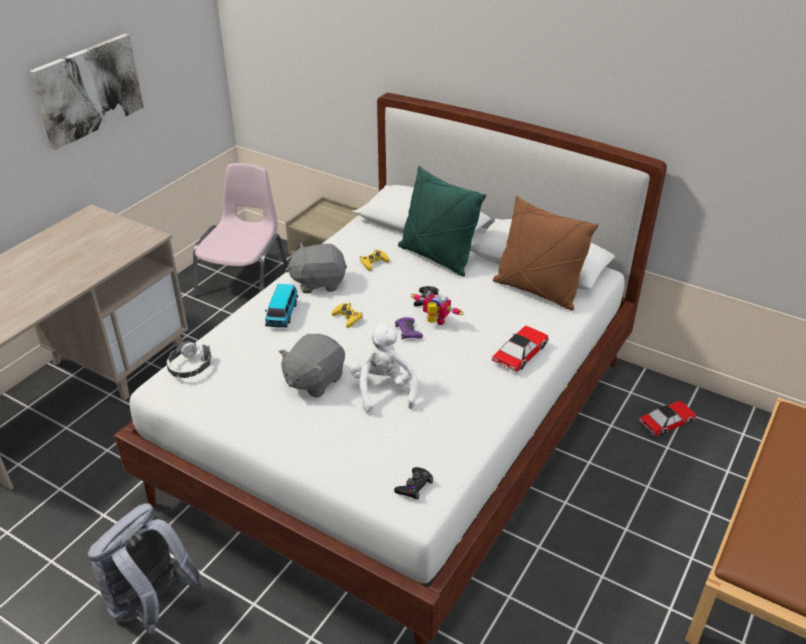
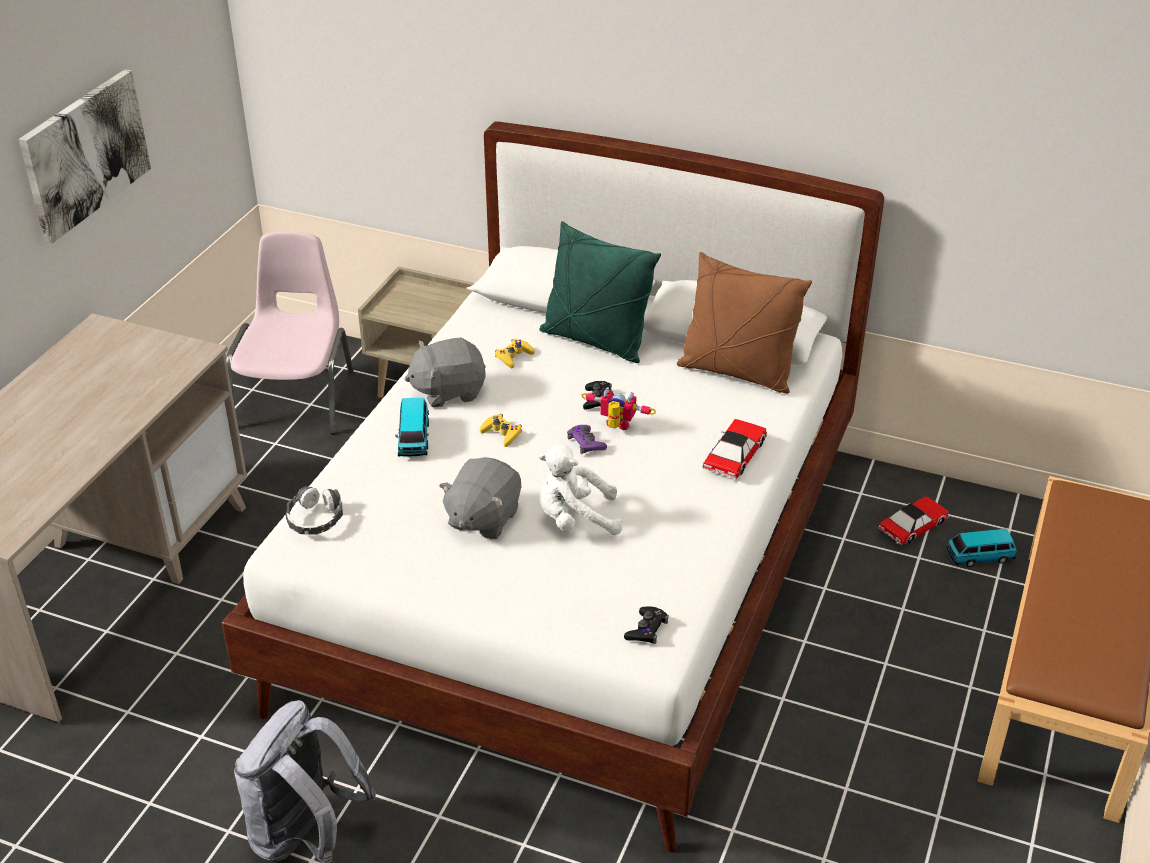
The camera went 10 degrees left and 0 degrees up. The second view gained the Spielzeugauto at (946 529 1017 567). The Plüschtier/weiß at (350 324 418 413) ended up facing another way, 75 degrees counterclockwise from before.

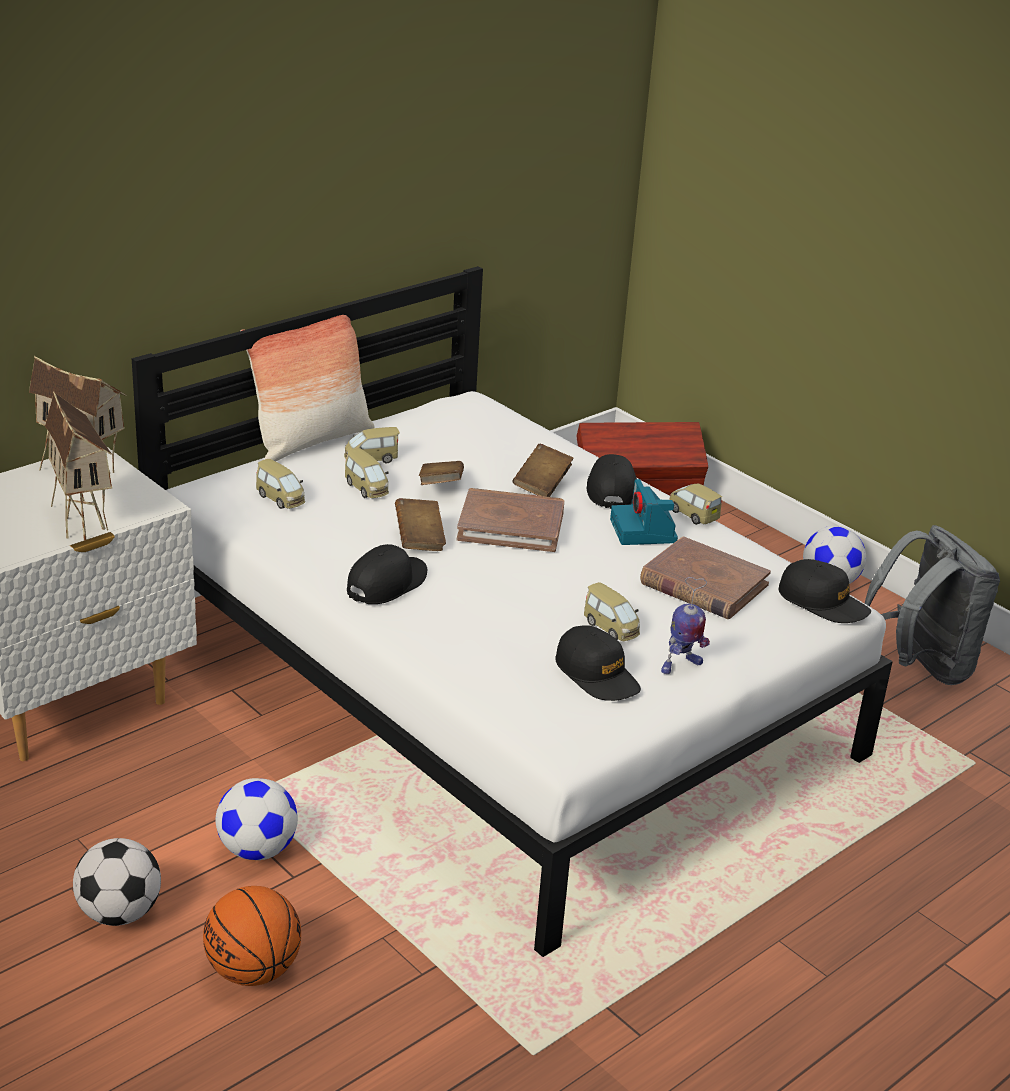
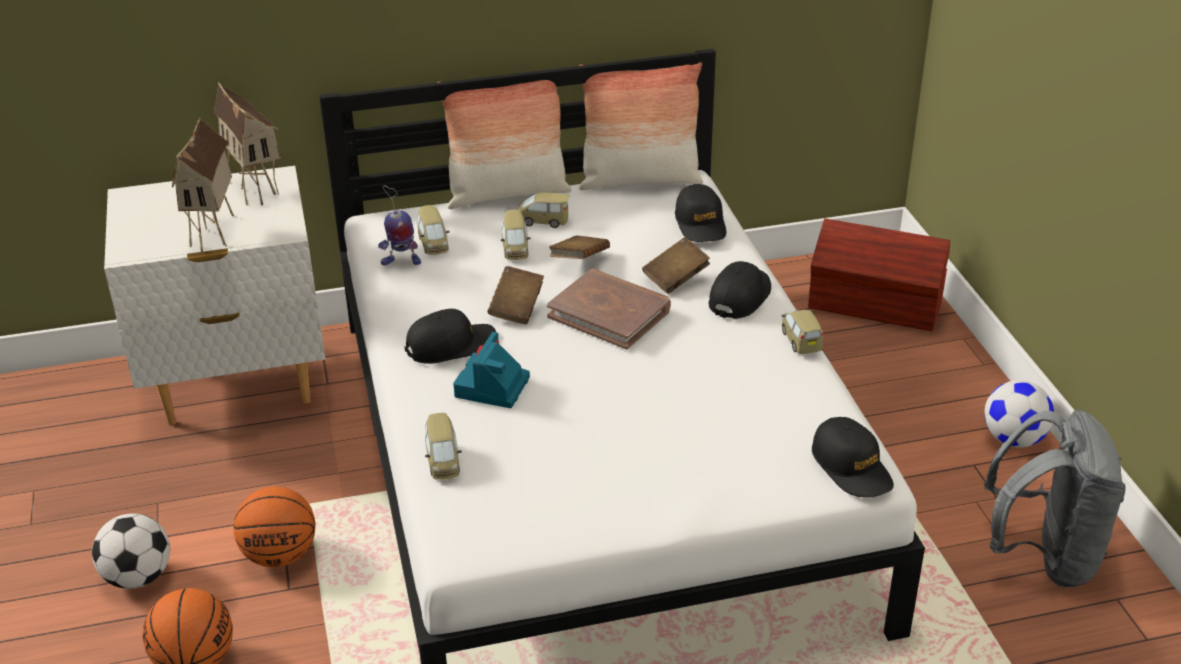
The camera went 30 degrees right and 5 degrees up. The second view lost the Buch/braun at (640 536 771 619). The second view gained the Kissen at (579 63 703 190). The Kappe/schwarz ended up elsewhere, having gone from (556 625 641 701) to (675 184 726 242). The Spielzeugauto ended up elsewhere, having gone from (584 582 640 641) to (425 413 462 480). The Kamera ended up elsewhere, having gone from (610 479 678 545) to (453 332 530 408). The Spielzeugroboter ended up elsewhere, having gone from (661 577 710 674) to (378 186 421 266). Where the Fußball stood at (216 778 298 860), the Basketball came to stand at (233 486 316 567).

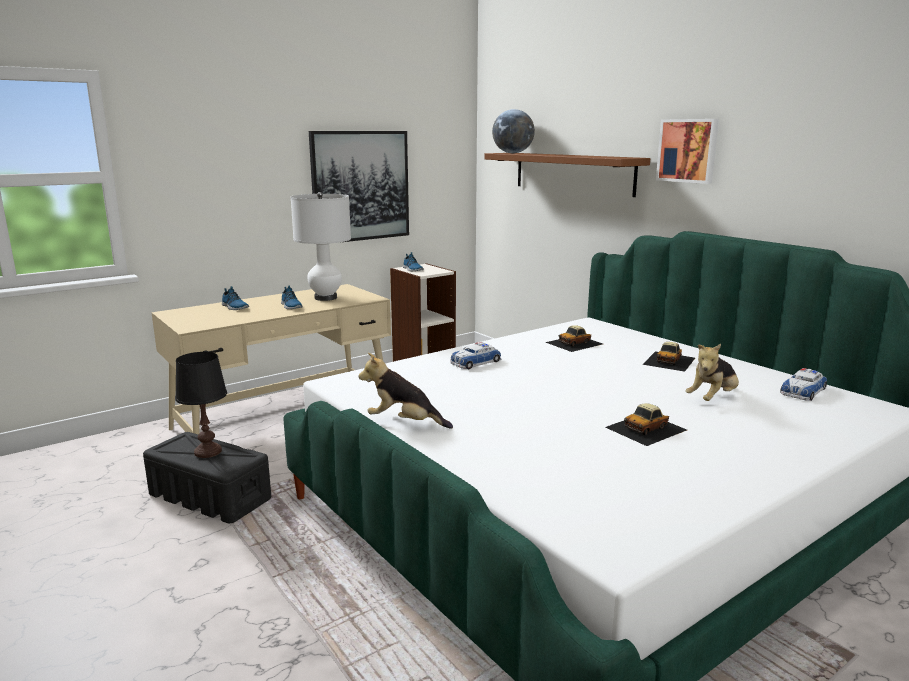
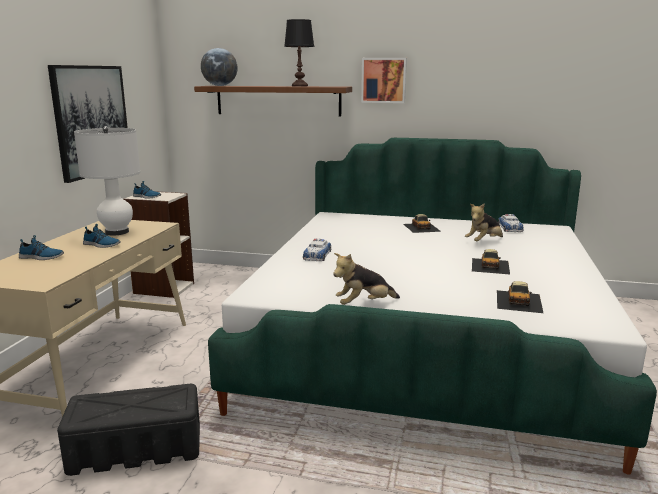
The camera went 40 degrees left and 0 degrees up. The Tischlampe/schwarz ended up elsewhere, having gone from (175 352 227 458) to (284 19 314 87). The Spielzeugauto ended up elsewhere, having gone from (546 325 603 352) to (497 281 543 313). The Plüschtier at (685 344 739 401) ended up facing another way, 45 degrees clockwise from before.

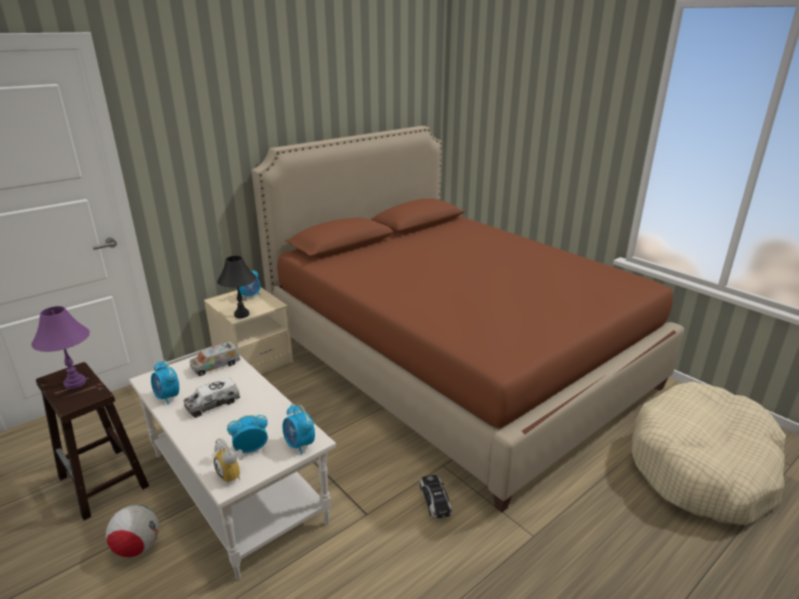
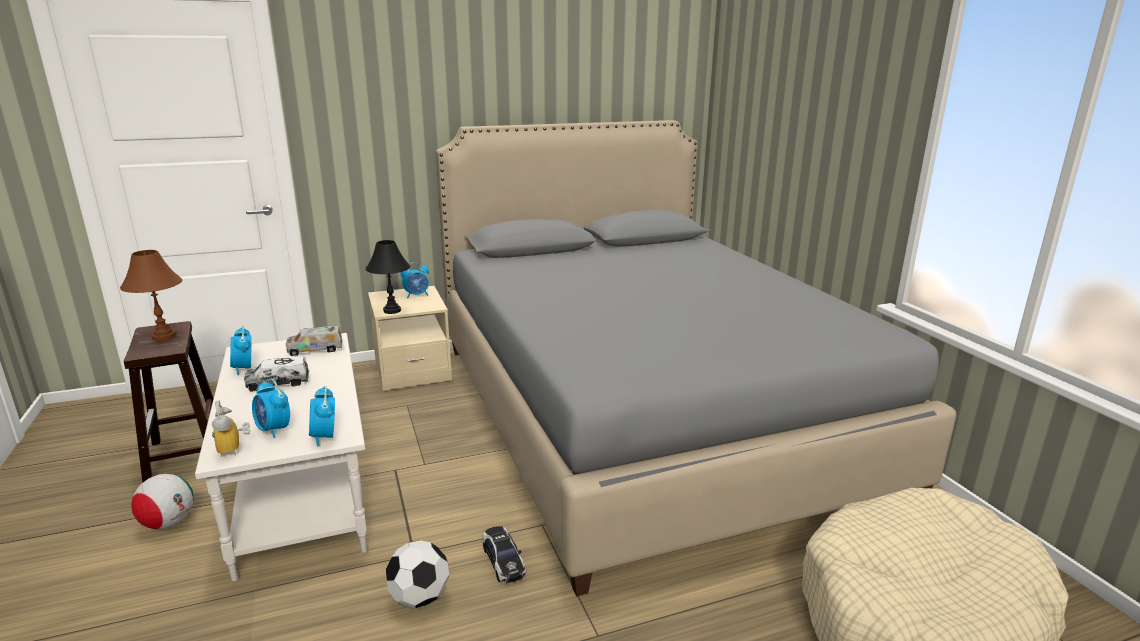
The camera went 20 degrees right and 5 degrees down. The second view gained the Fußball at (386 540 449 608). What was the Tischlampe/lila at (31 306 90 389) turned into the Tischlampe/braun at (120 250 182 341). What was the Bett/braun at (252 126 684 512) turned into the Bett/grau at (436 120 956 596). The Wecker at (227 415 268 453) ended up facing another way, 135 degrees counterclockwise from before. The Spielzeugauto at (420 475 452 519) ended up facing another way, 150 degrees clockwise from before.

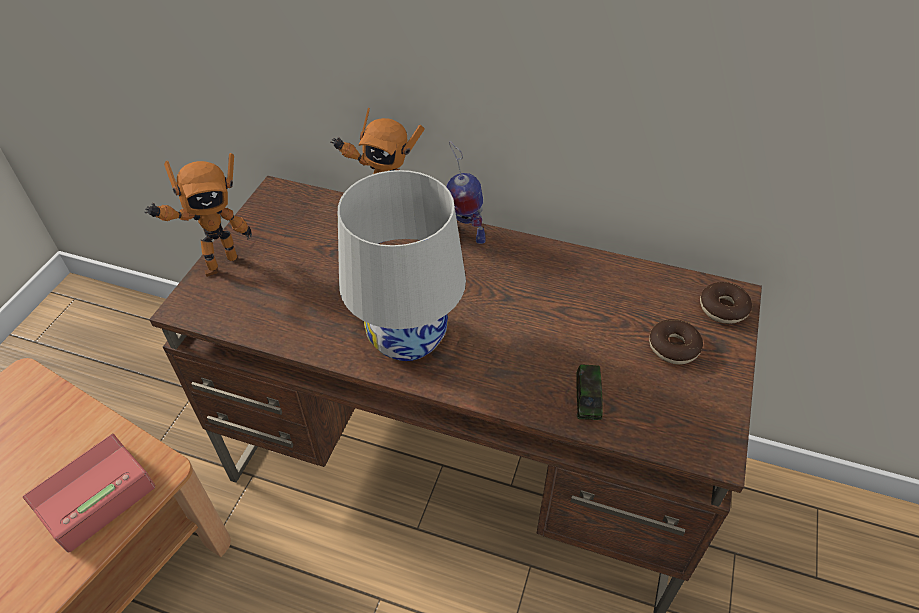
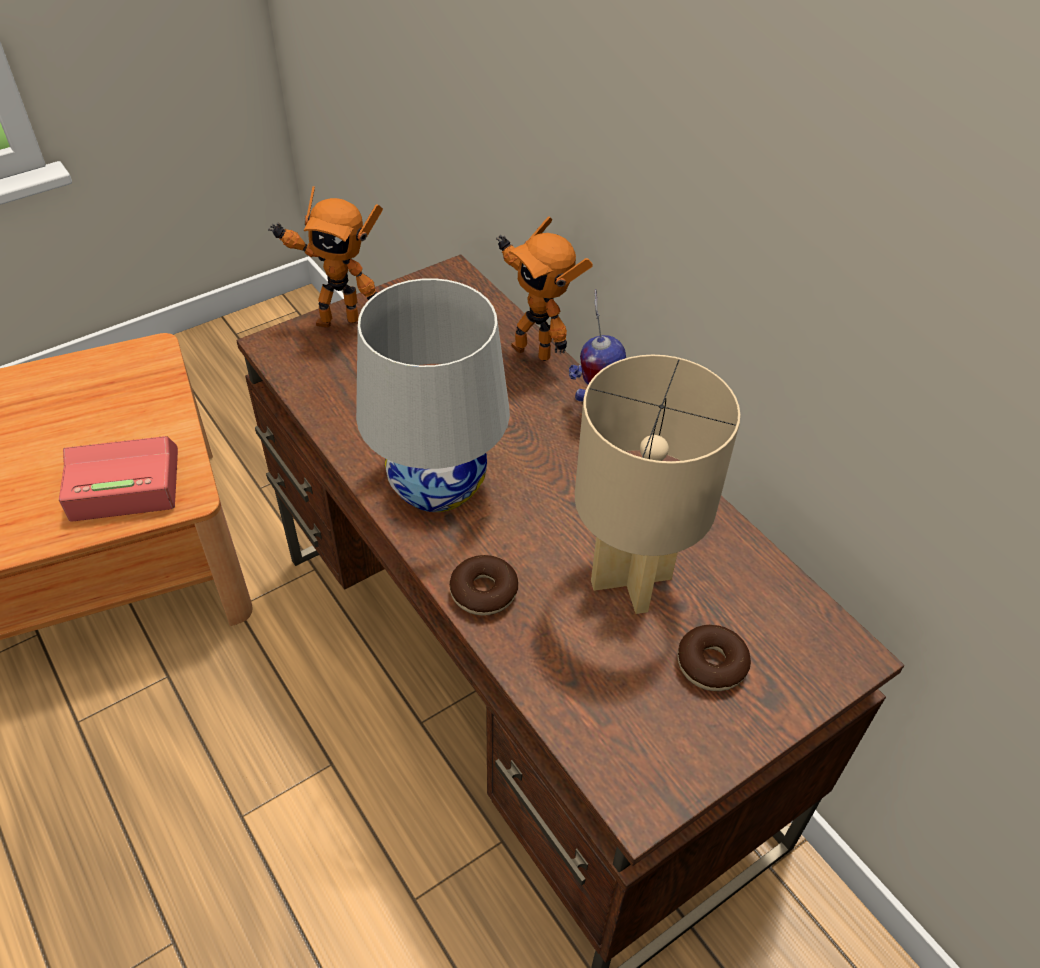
The camera went 35 degrees right and 0 degrees up. The second view lost the Spielzeugauto at (576 364 603 420). The second view gained the Tischlampe/beige at (575 355 740 614). The Donut ended up elsewhere, having gone from (700 282 752 324) to (449 555 518 615).

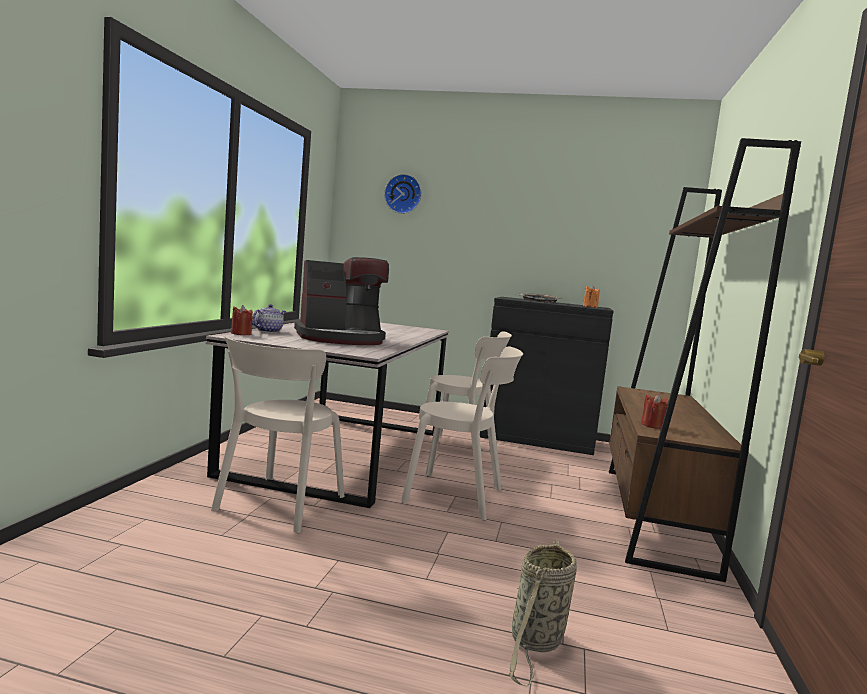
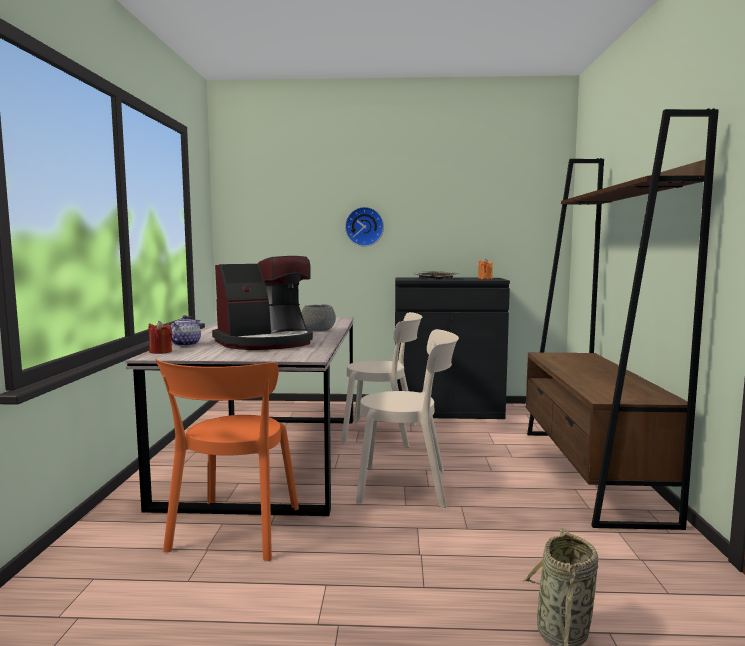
The camera went 10 degrees left and 0 degrees up. The second view lost the Kerze/rot at (641 394 668 429). The second view gained the Schüssel/grau at (301 304 336 331). The Wanduhr ended up elsewhere, having gone from (384 174 422 214) to (345 207 384 246). What was the Stuhl/beige at (211 335 345 533) turned into the Stuhl/orange at (155 359 299 561).

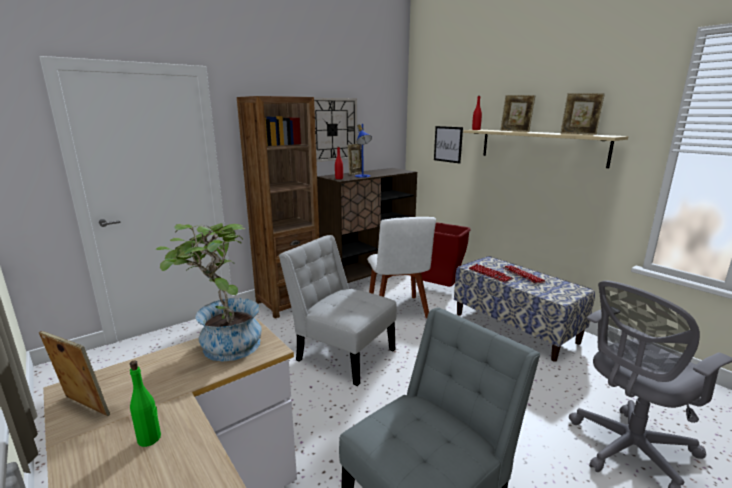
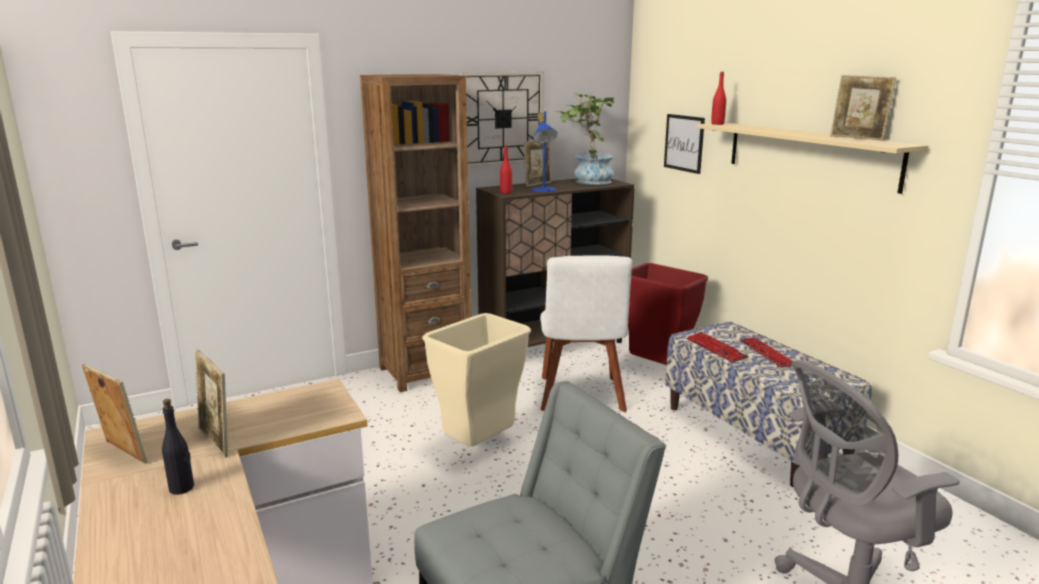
The camera went 10 degrees right and 0 degrees up. The Topfpflanze ended up elsewhere, having gone from (156 223 262 362) to (555 93 615 185). The Bilderrahmen ended up elsewhere, having gone from (500 95 536 132) to (195 349 228 458). Where the Stuhl/weiß stood at (279 235 397 386), the Mülleimer/beige came to stand at (422 313 531 446). What was the Flasche/grün at (130 360 161 447) turned into the Flasche/schwarz at (162 399 194 495).

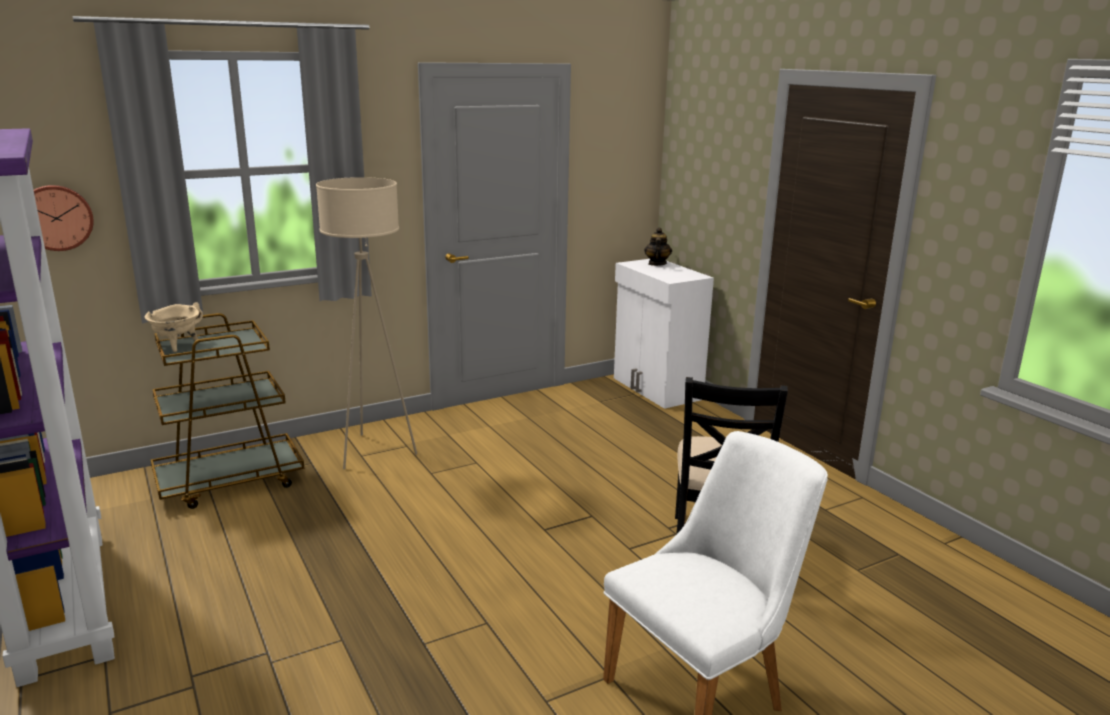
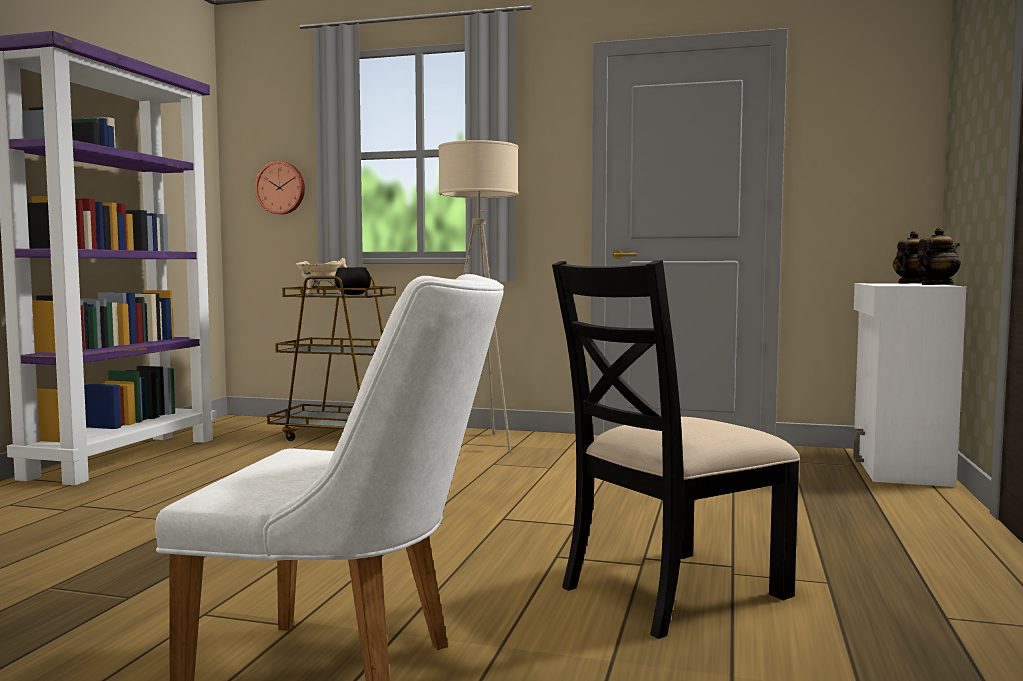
The camera went 45 degrees right and 15 degrees down. The second view gained the Schüssel/schwarz at (334 267 371 295). The second view gained the Teekanne at (916 227 961 285).

